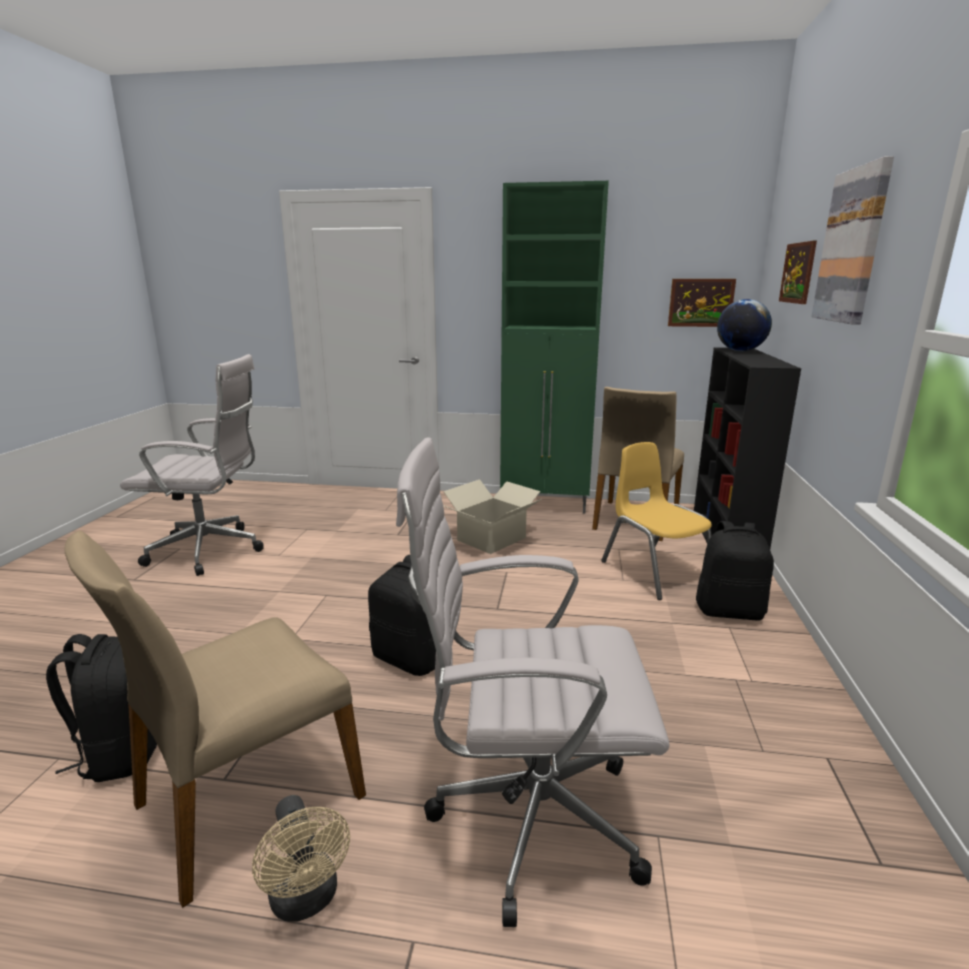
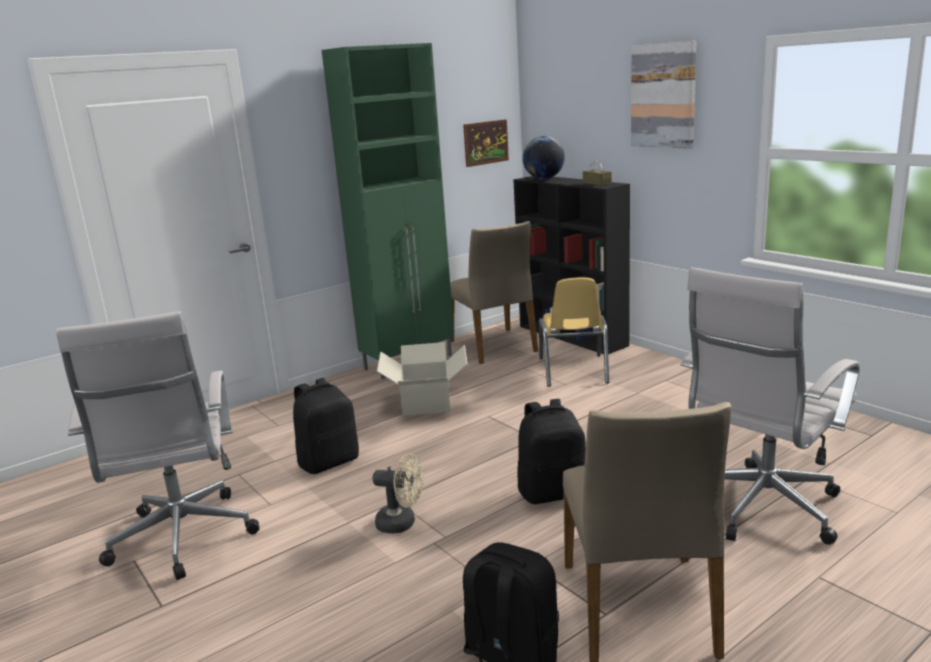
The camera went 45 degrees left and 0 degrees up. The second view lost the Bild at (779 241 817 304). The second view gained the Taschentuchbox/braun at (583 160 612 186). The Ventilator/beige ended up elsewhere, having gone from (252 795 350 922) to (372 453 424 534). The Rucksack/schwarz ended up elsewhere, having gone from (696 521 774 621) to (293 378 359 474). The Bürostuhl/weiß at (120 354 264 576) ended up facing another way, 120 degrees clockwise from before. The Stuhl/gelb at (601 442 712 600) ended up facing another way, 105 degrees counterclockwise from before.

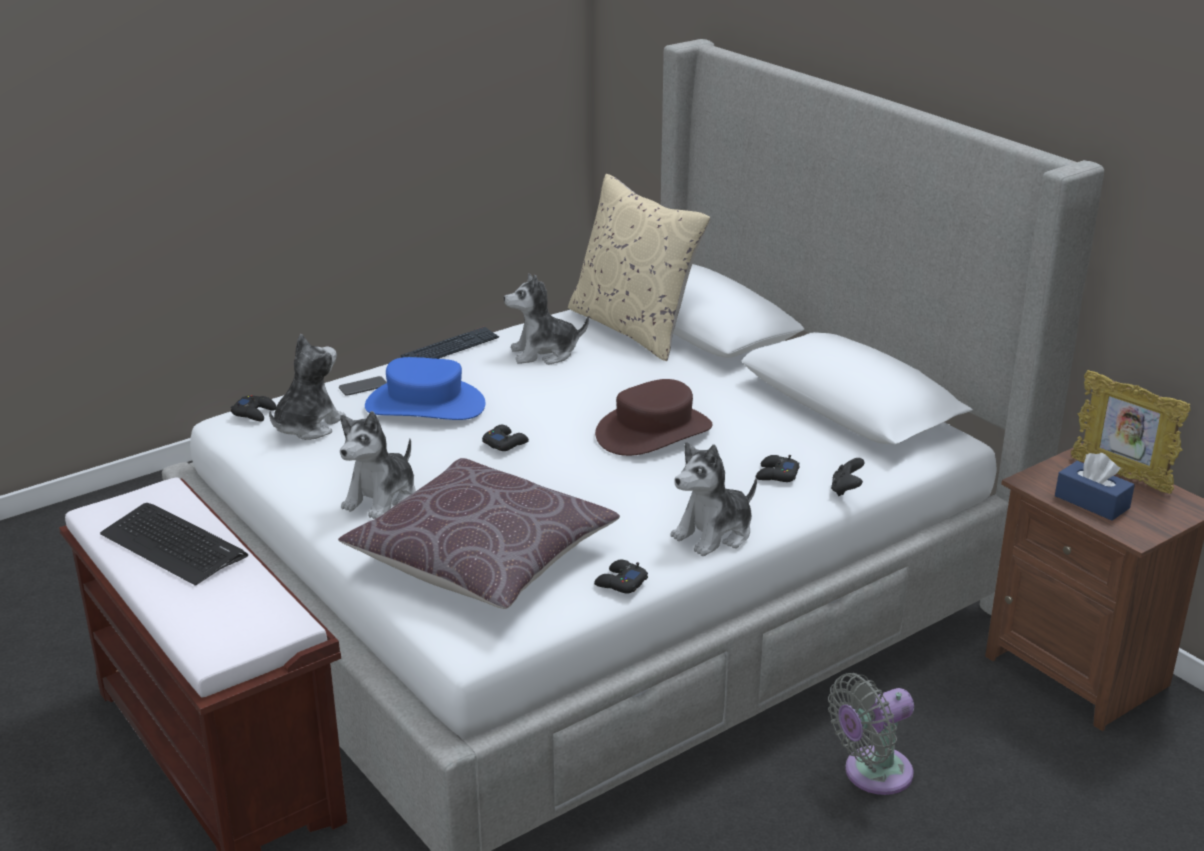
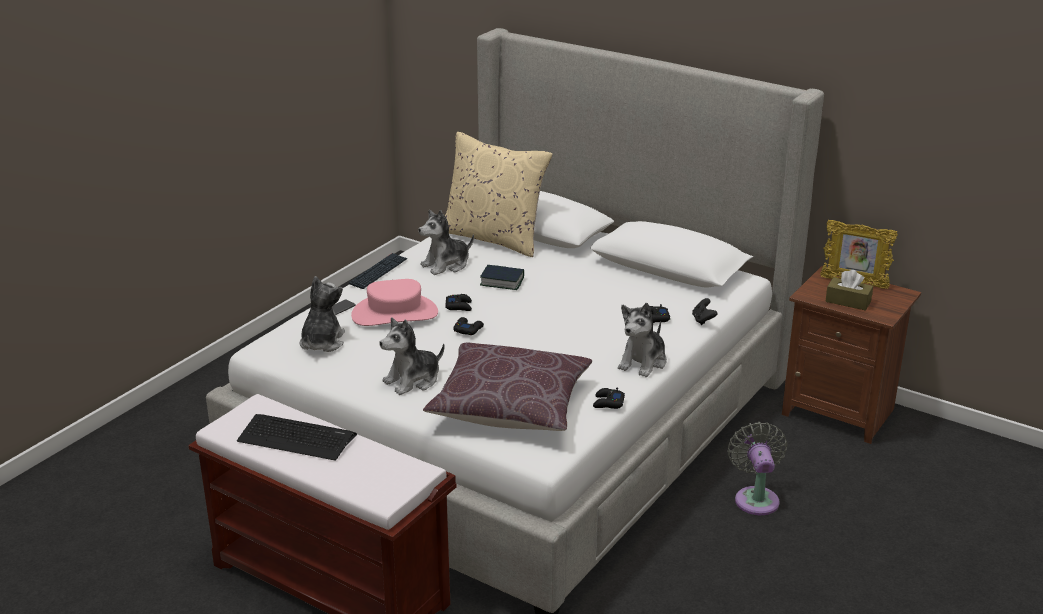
The camera went 20 degrees left and 0 degrees up. The second view lost the Hut/braun at (595 379 713 456). The second view gained the Buch at (480 265 524 290). The Gamepad/schwarz ended up elsewhere, having gone from (230 395 276 422) to (446 294 472 311). What was the Hut/blau at (365 357 485 420) turned into the Hut/rosa at (351 279 438 326). What was the Taschentuchbox/blau at (1055 453 1135 521) turned into the Taschentuchbox/braun at (825 270 873 311). The Plüschtier at (340 411 416 519) ended up facing another way, 45 degrees clockwise from before. The Ventilator/grau at (828 673 914 795) ended up facing another way, 135 degrees clockwise from before.

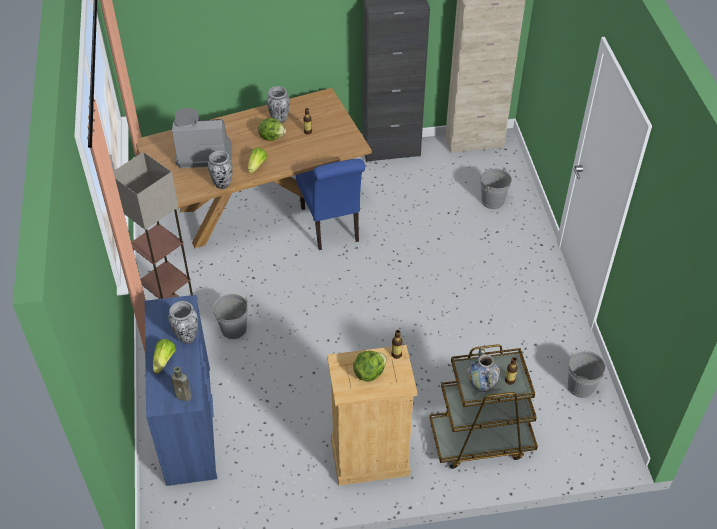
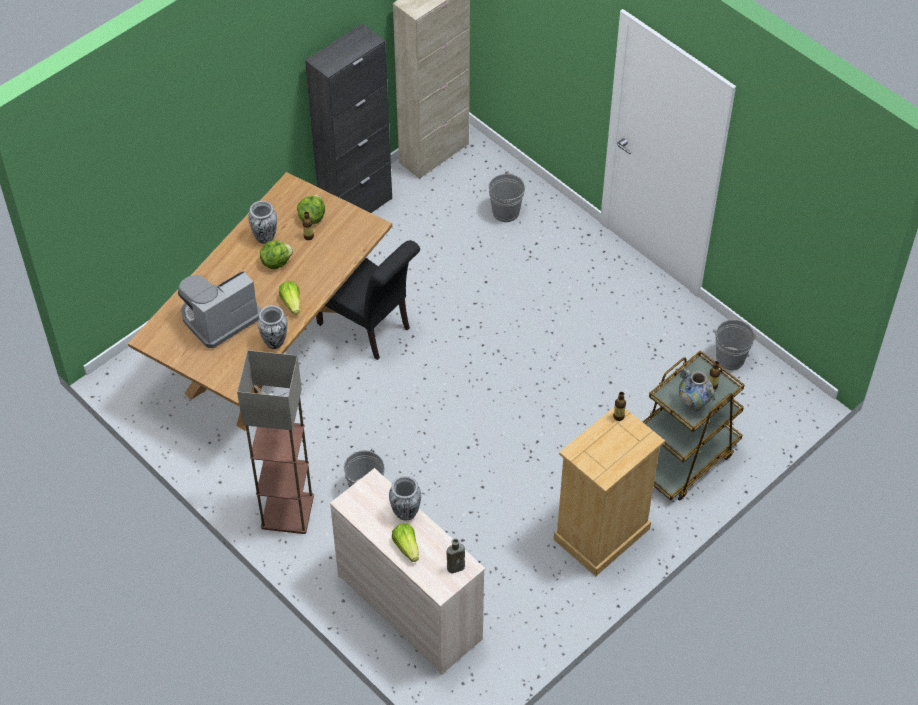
The camera went 35 degrees left and 5 degrees up. The Salatkopf ended up elsewhere, having gone from (353 351 387 382) to (297 195 325 224). What was the Kommode/blau at (145 295 217 486) turned into the Kommode/beige at (330 468 485 675). What was the Stuhl/blau at (296 159 365 250) turned into the Stuhl/schwarz at (316 240 420 360).

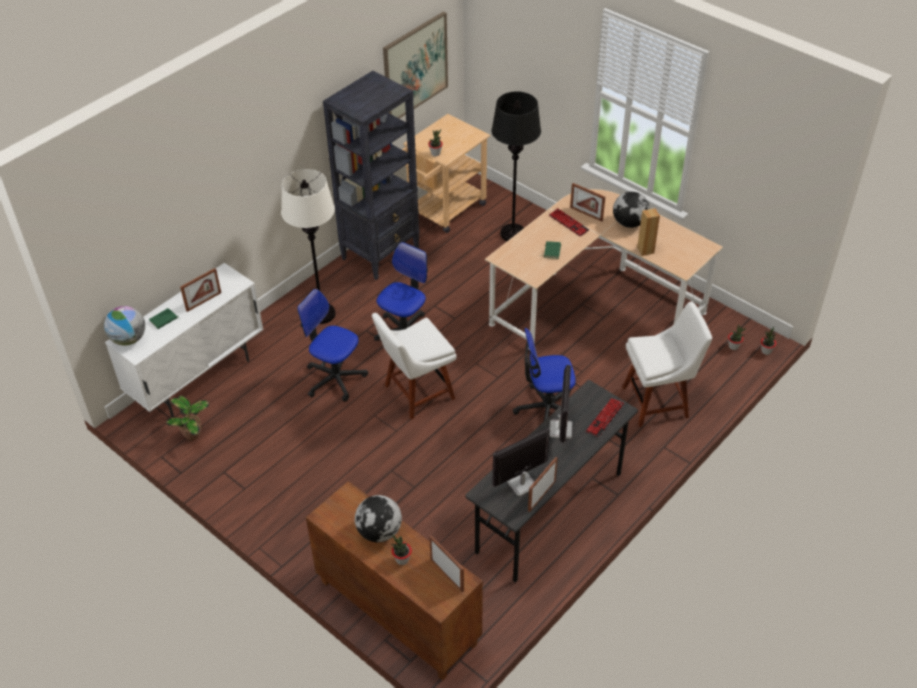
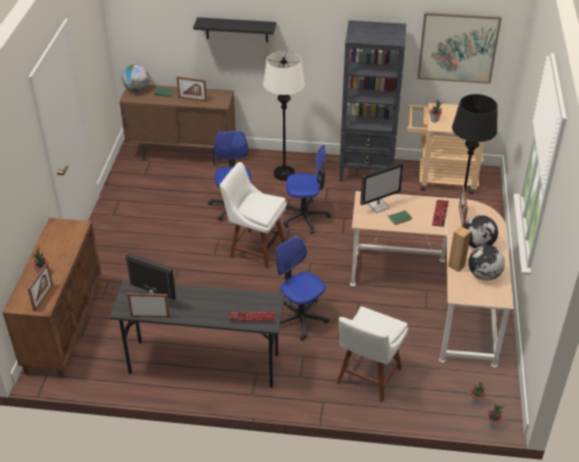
The camera went 55 degrees right and 5 degrees down. The second view lost the Topfpflanze at (166 395 209 440). The second view gained the Wandregal/schwarz at (193 17 276 42). The Globus ended up elsewhere, having gone from (355 495 402 542) to (468 245 505 280). The Monitor ended up elsewhere, having gone from (550 365 573 443) to (360 162 404 213). What was the Schrank/weiß at (105 263 263 418) turned into the Schrank/braun at (119 85 236 166). The Stuhl/weiß at (622 302 712 427) ended up facing another way, 75 degrees clockwise from before.

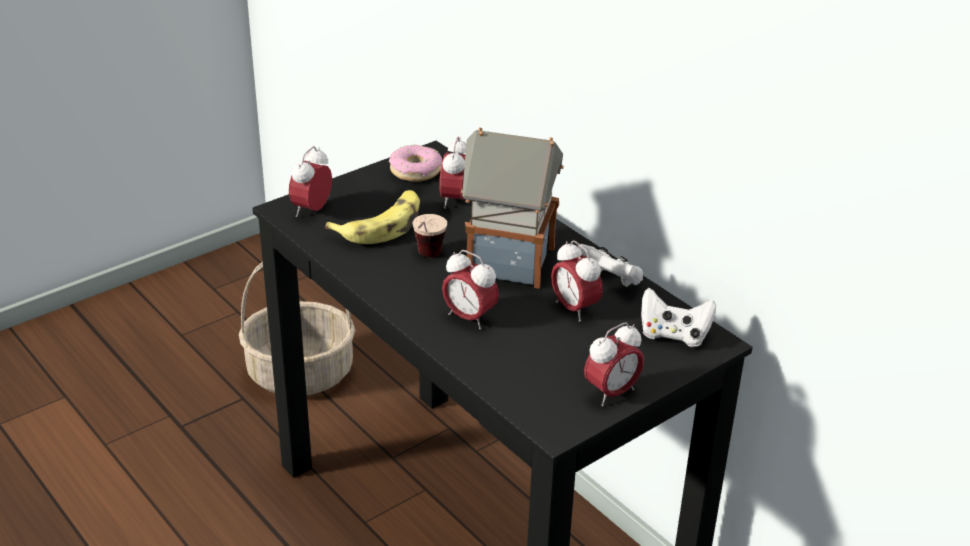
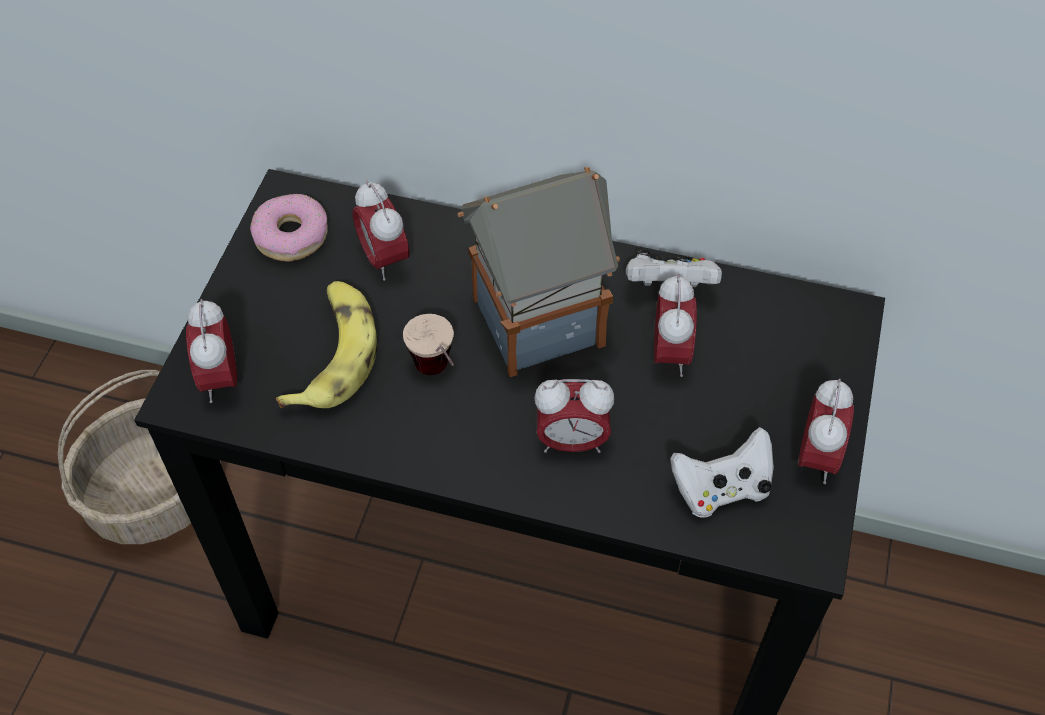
The camera went 35 degrees left and 20 degrees up. The Gamepad/weiß ended up elsewhere, having gone from (641 288 716 347) to (670 427 774 518). The Wecker at (551 240 603 322) ended up facing another way, 105 degrees counterclockwise from before.

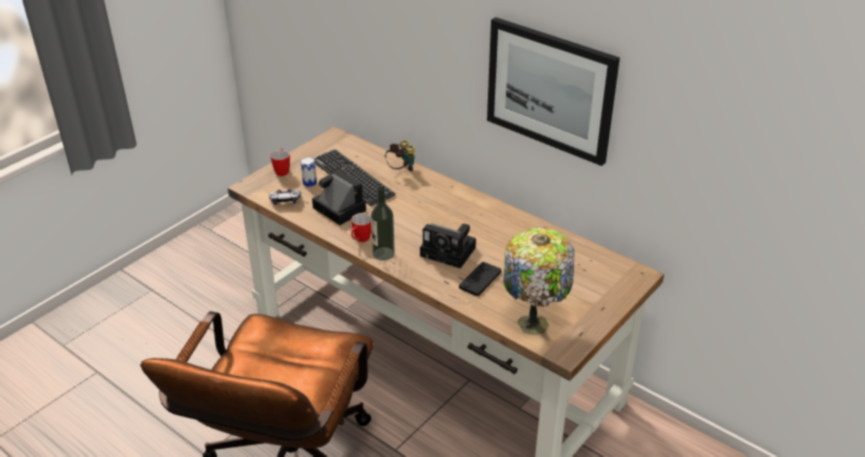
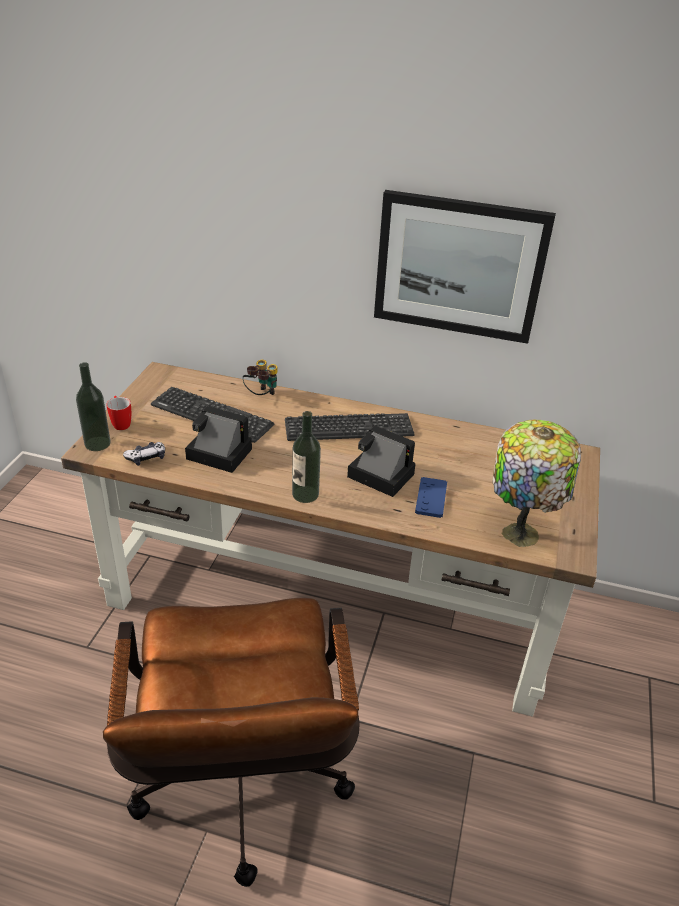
The camera went 25 degrees left and 0 degrees up. The second view lost the Dose at (301 157 317 187). The second view lost the Henkelbecher at (351 213 371 242). The second view gained the Flasche at (76 362 111 451). The second view gained the Tastatur at (285 413 415 441). What was the Gamepad/schwarz at (459 262 501 296) turned into the Gamepad/blau at (415 477 447 518). The Kamera at (420 223 476 269) ended up facing another way, 150 degrees counterclockwise from before.

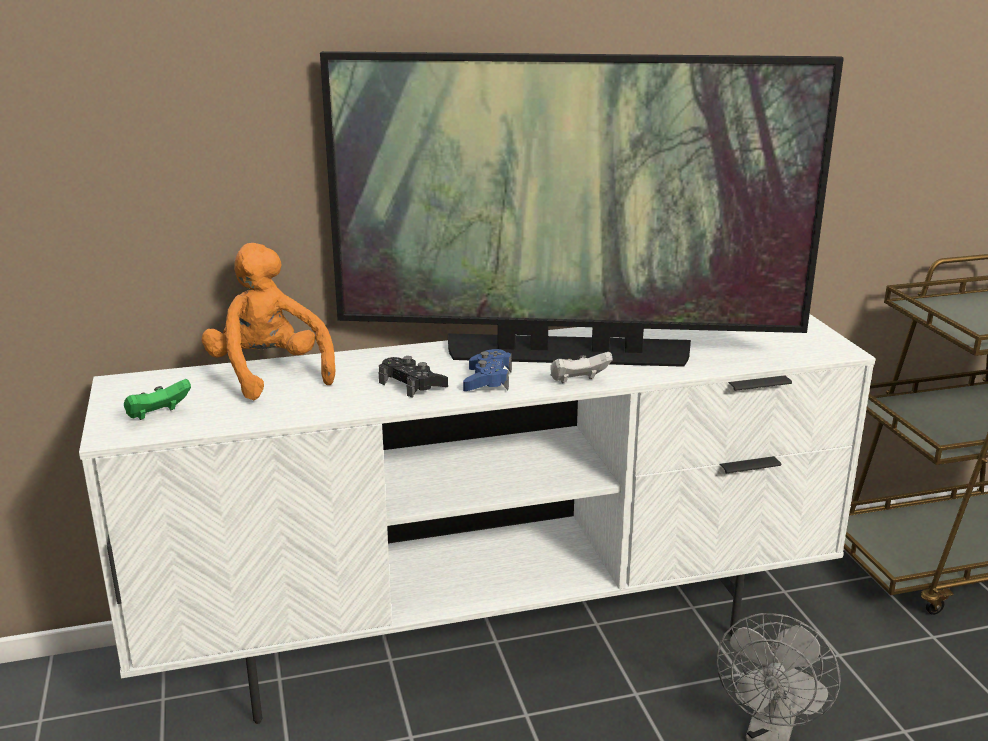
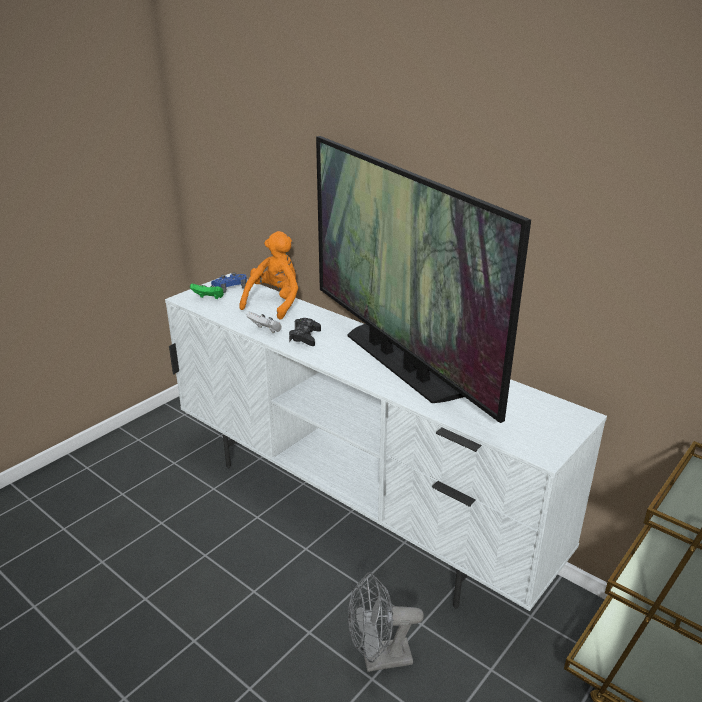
The camera went 55 degrees right and 5 degrees up. The Gamepad/blau ended up elsewhere, having gone from (463 349 512 391) to (211 273 247 293). The Gamepad/weiß ended up elsewhere, having gone from (550 352 612 383) to (246 312 282 333).

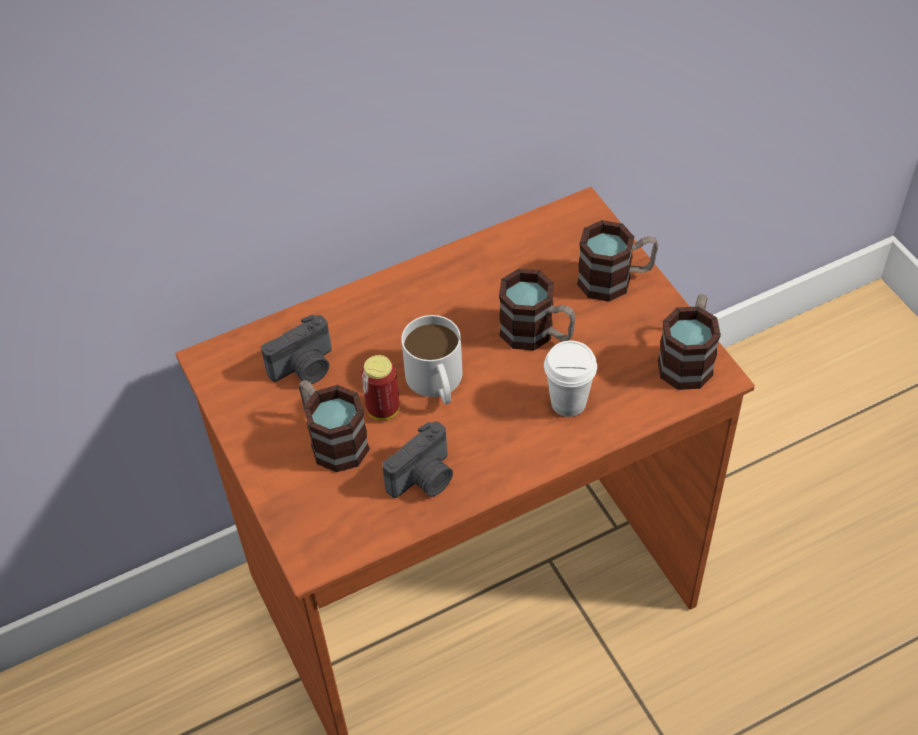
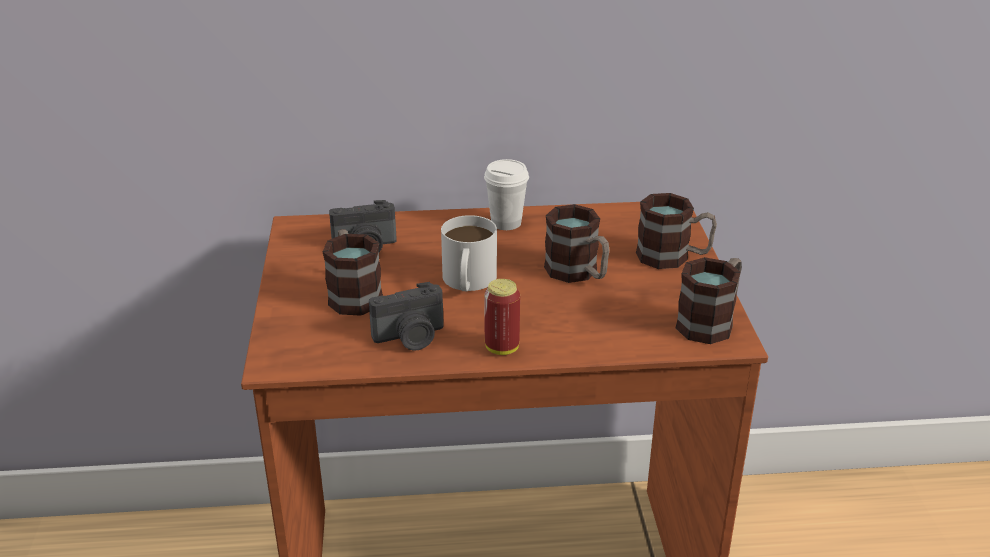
The camera went 20 degrees right and 20 degrees down. The Dose ended up elsewhere, having gone from (361 355 400 420) to (484 279 520 355). The Tasse/weiß ended up elsewhere, having gone from (544 341 597 417) to (484 159 529 230).

